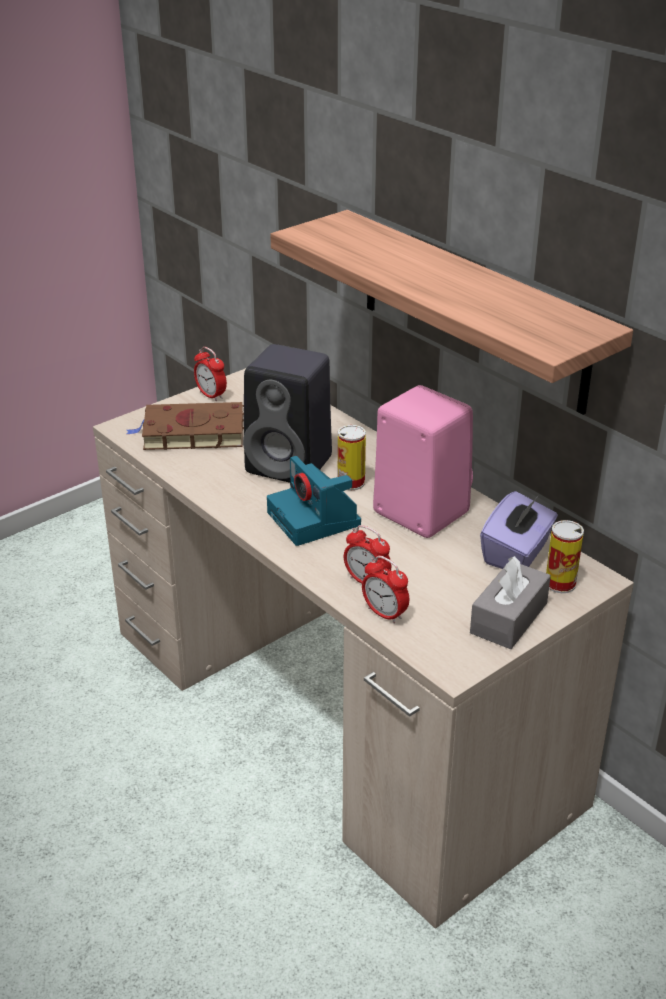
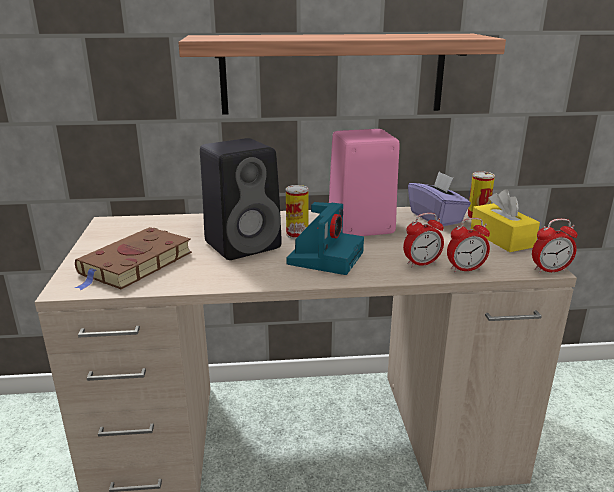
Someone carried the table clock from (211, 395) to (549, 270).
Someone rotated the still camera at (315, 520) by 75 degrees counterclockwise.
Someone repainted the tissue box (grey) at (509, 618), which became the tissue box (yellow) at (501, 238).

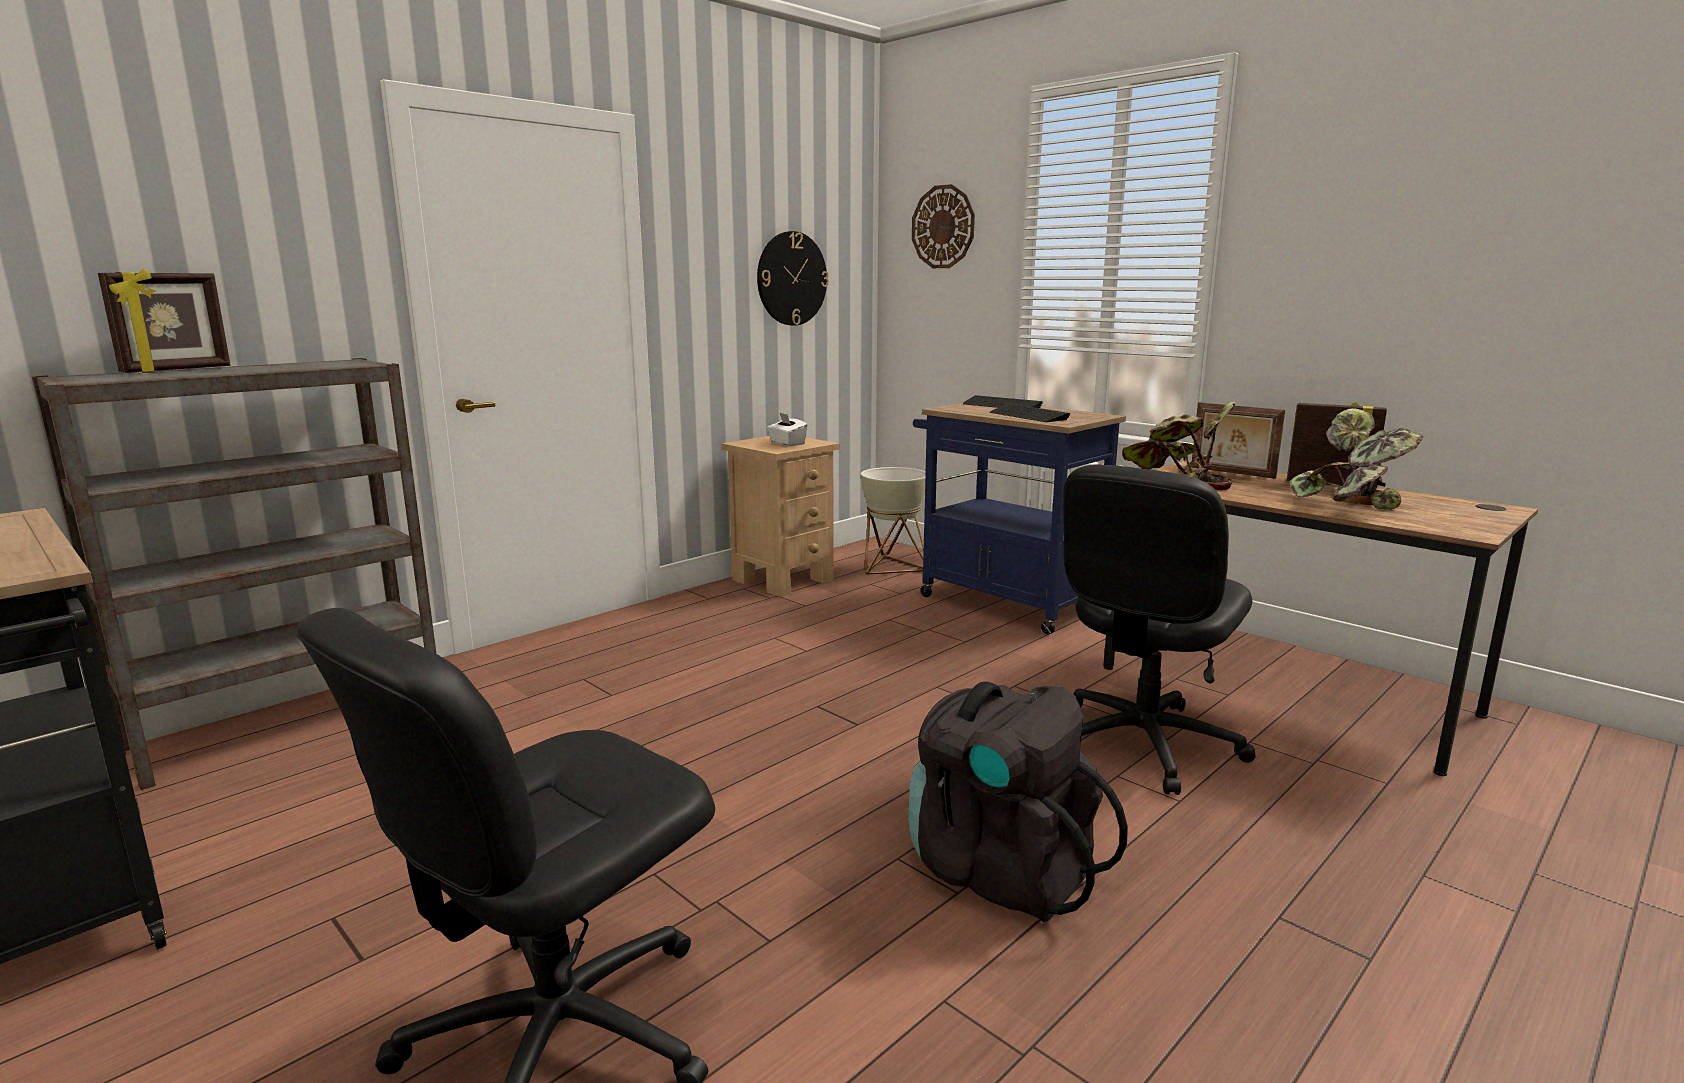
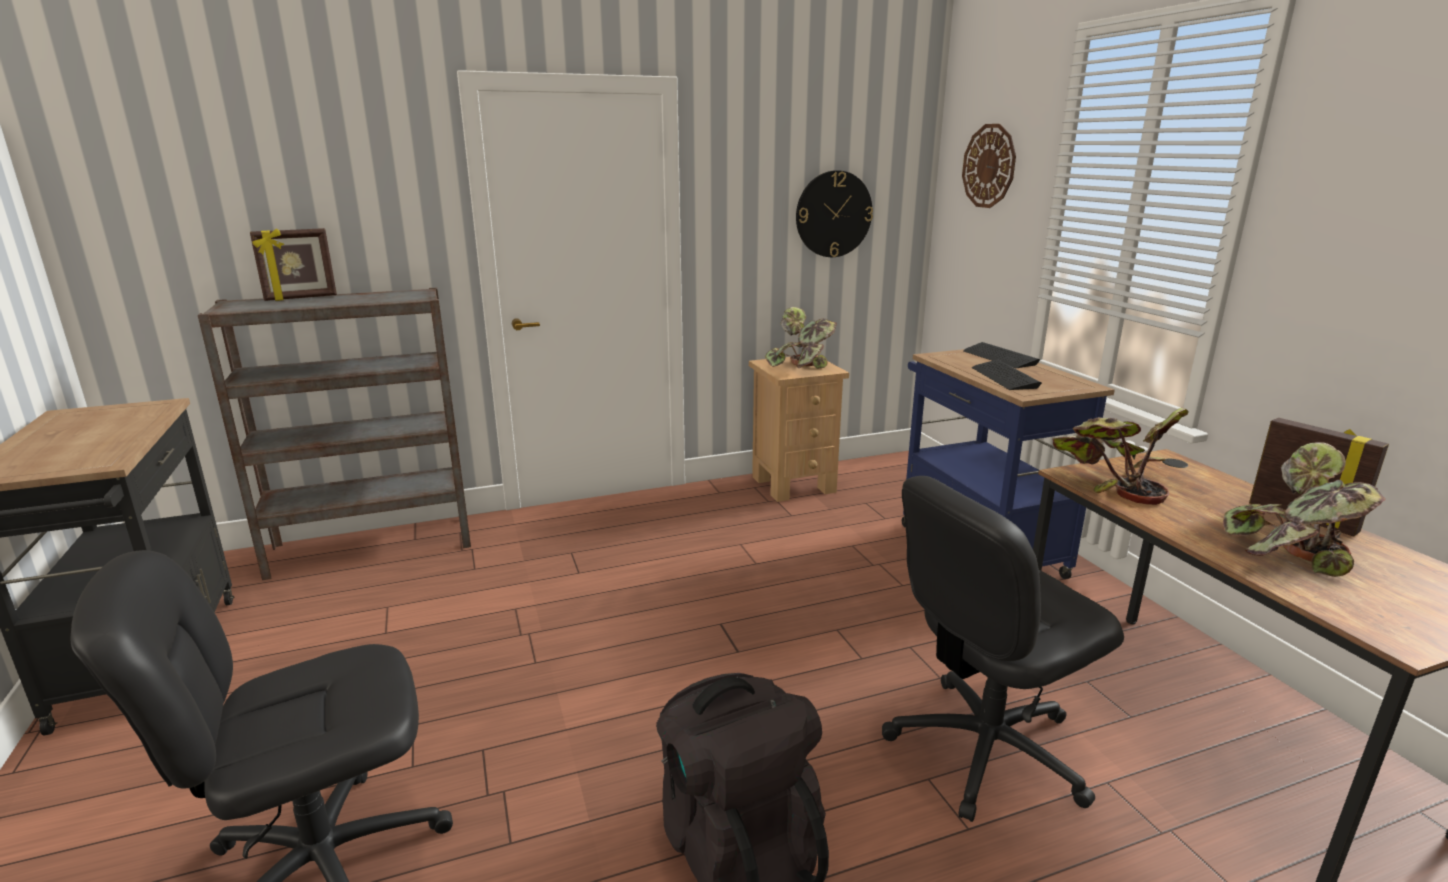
Someone took away the picture frame at (1231, 473).
Someone swapped the tissue box (white-coloured) at (787, 443) for the potted plant at (801, 368).
Someone took away the flower pot at (893, 566).

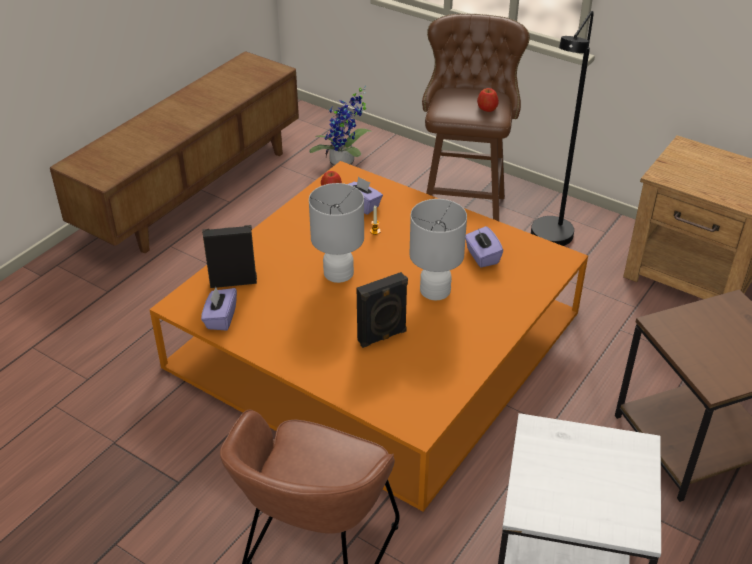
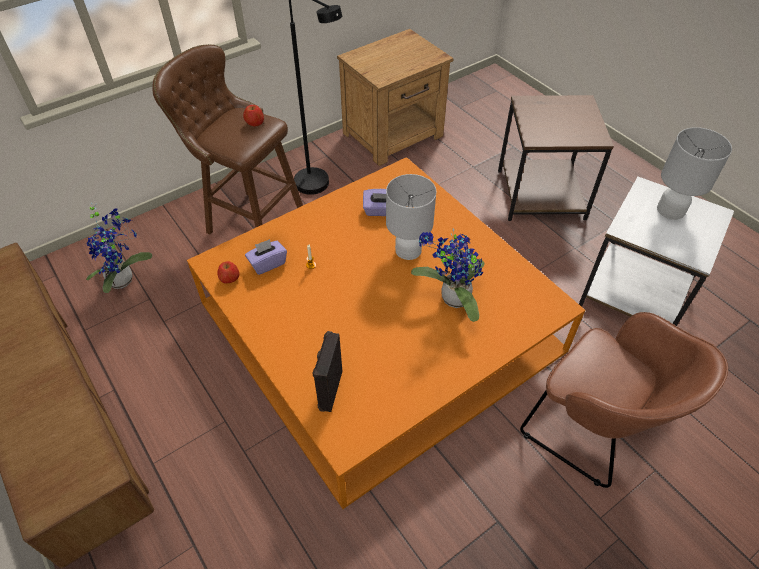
Someone carried the table lamp (grey) from (339, 273) to (671, 210).
Someone swapped the loudspeaker (blackish) at (382, 337) for the potted plant at (451, 299).
Someone took away the tissue box (purple-coloured) at (220, 318).

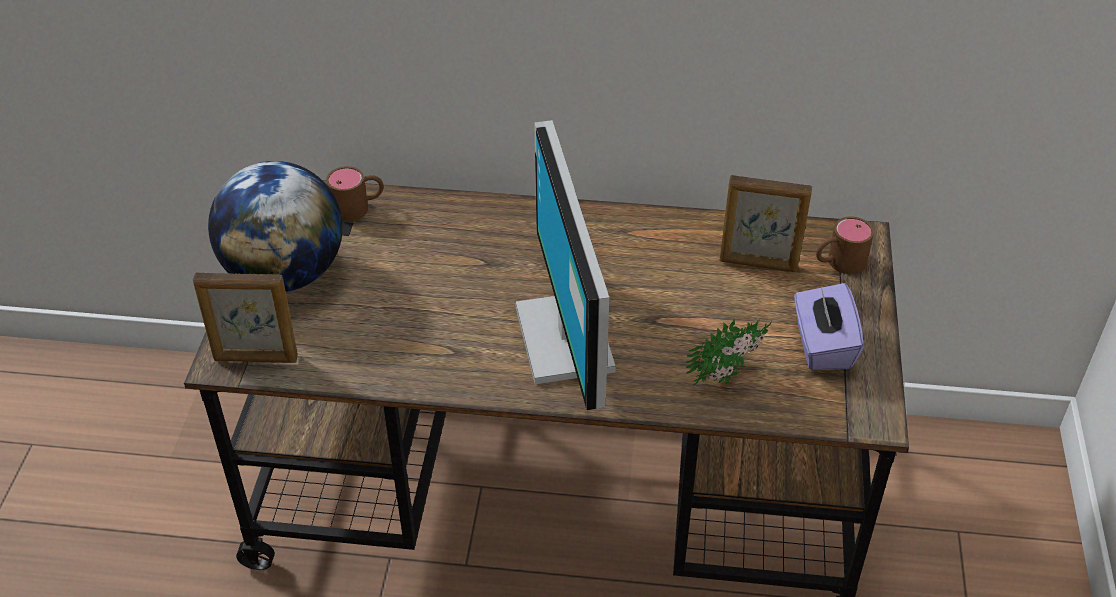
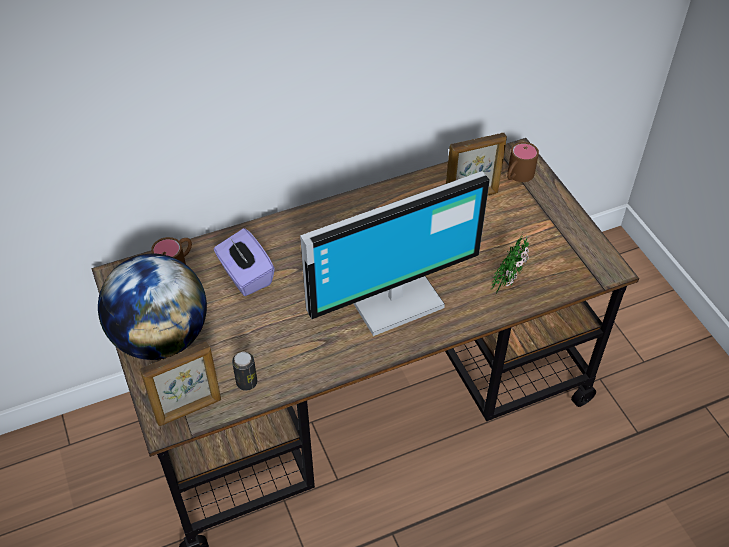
Someone rotated the computer display at (569, 338) by 75 degrees counterclockwise.
Someone carried the tissue box (purple-coloured) from (822, 346) to (245, 276).
Someone put down the can at (247, 382).

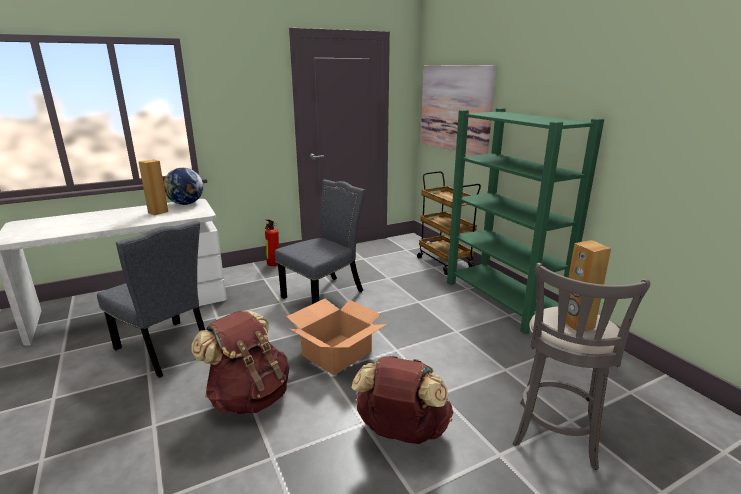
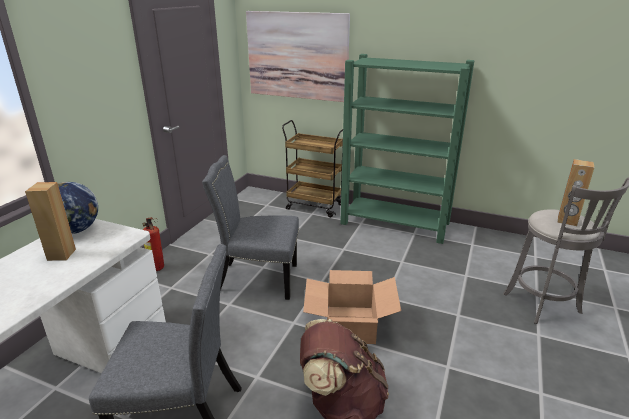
Someone rotated the upright chair (grey) at (323, 296) by 90 degrees counterclockwise.
Someone took away the knapsack (brown) at (401, 432).

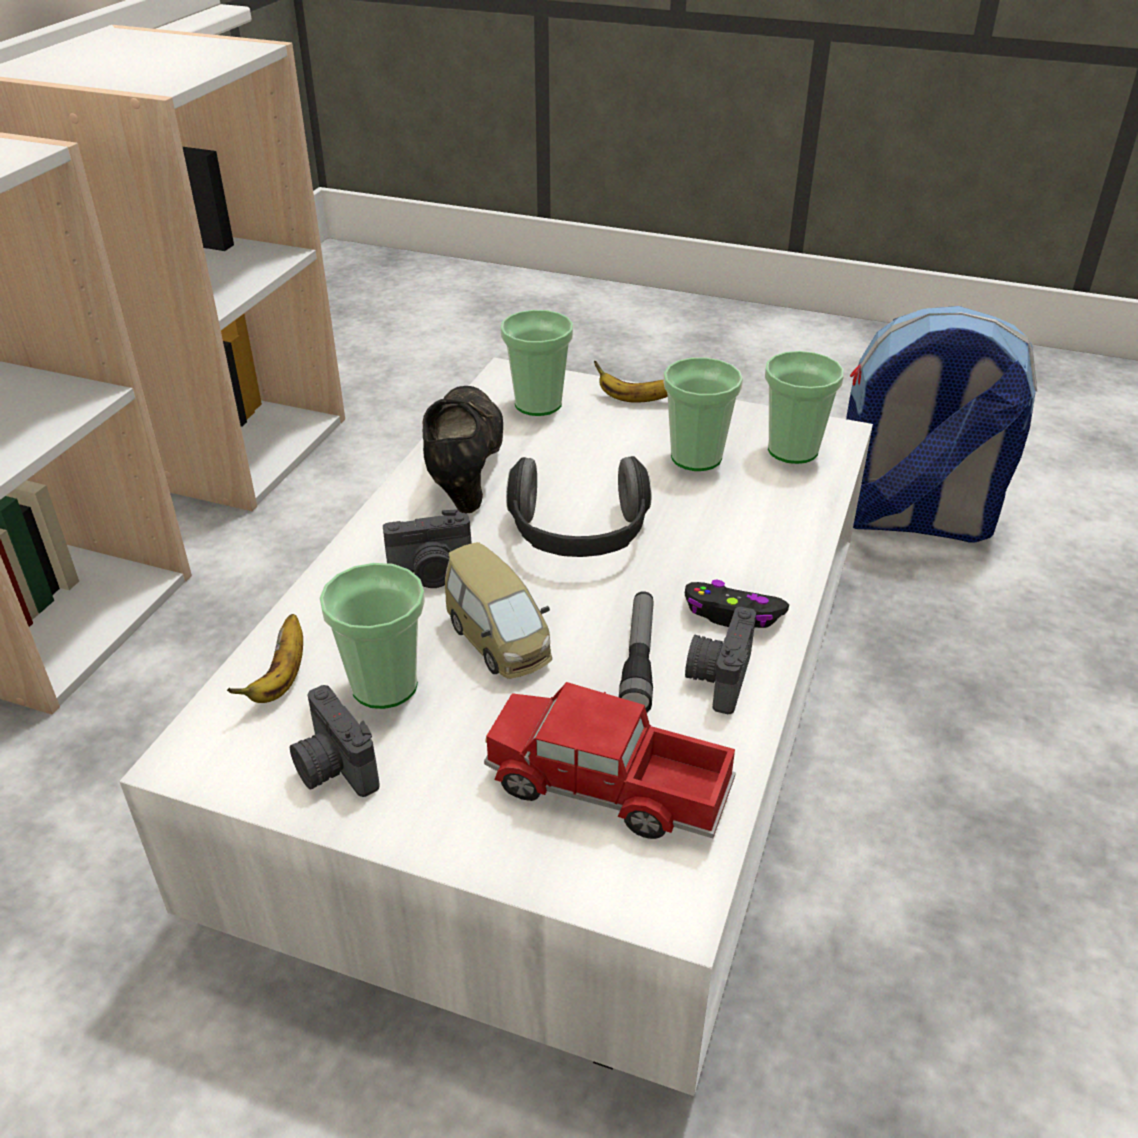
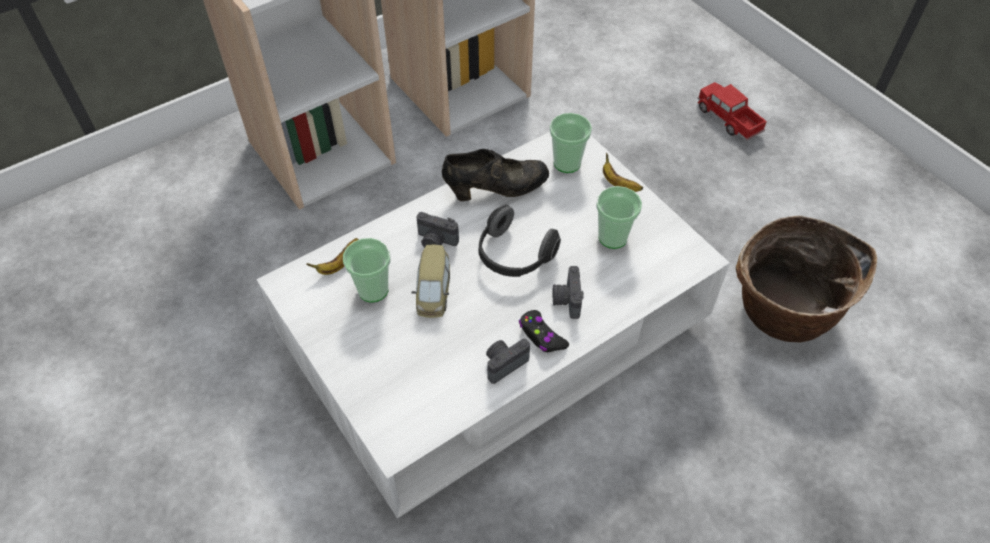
Someone swapped the knapsack at (910, 519) for the household basket at (781, 314).
Someone took away the small cup at (792, 450).
Someone rotated the shoe (blackish) at (464, 471) by 45 degrees clockwise.
Someone took away the flashlight at (638, 660).
Someone carried the toy lorry from (607, 787) to (728, 119).
Someone carried the still camera from (333, 768) to (566, 300).

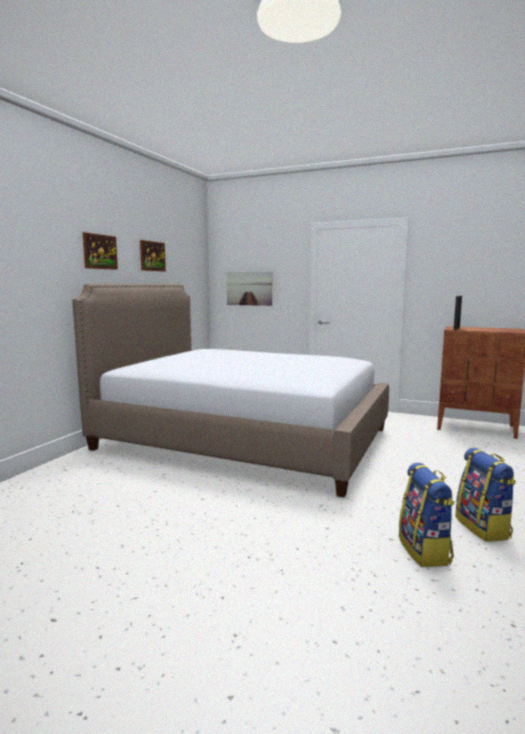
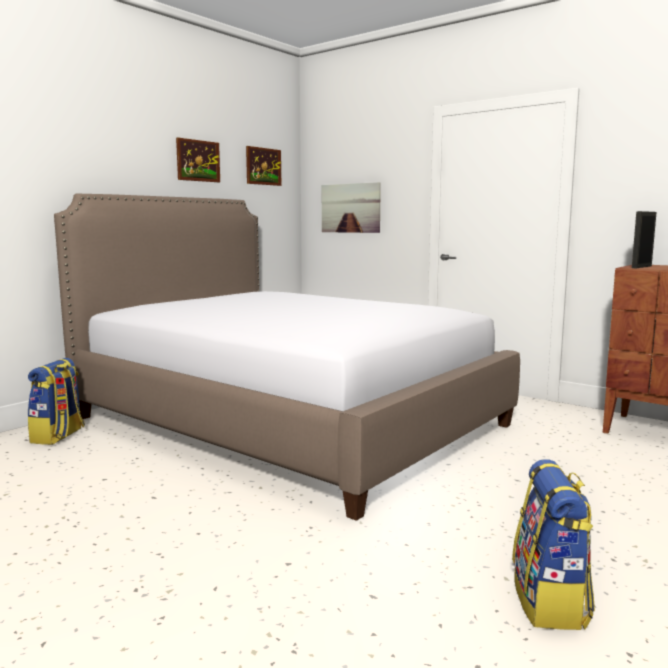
Someone carried the wall picture from (100, 251) to (263, 166).
Someone carried the knapsack from (425, 550) to (58, 436).

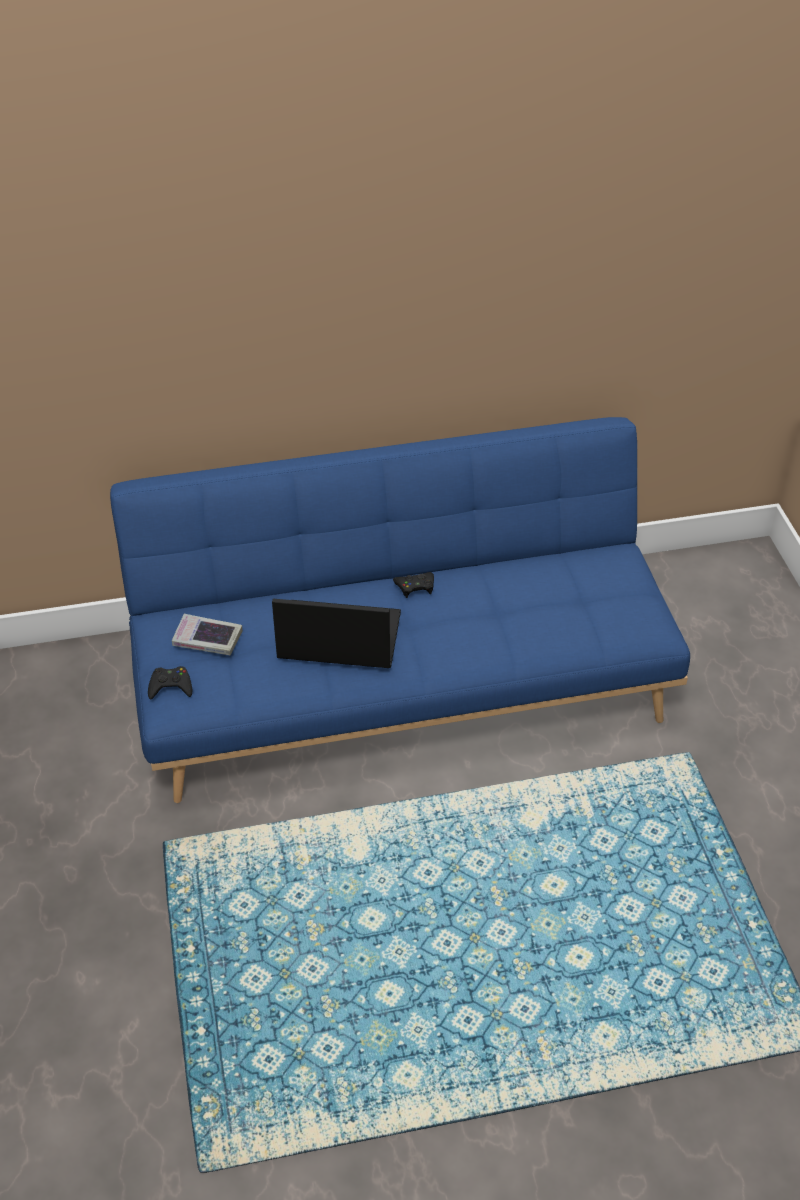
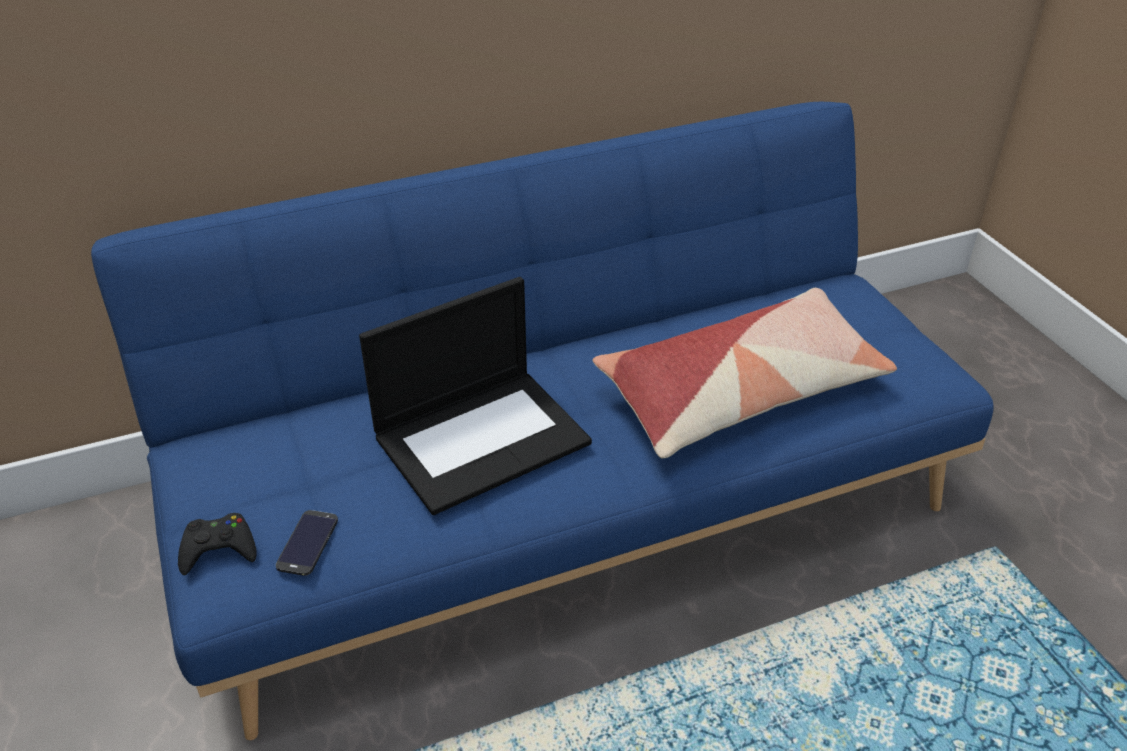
Someone took away the gamepad (blackish) at (415, 587).
Someone rotated the notebook computer at (337, 637) by 150 degrees clockwise.
Someone took away the volume at (207, 639).
Someone put down the cushion at (743, 391).
Someone put down the phone at (307, 543).

